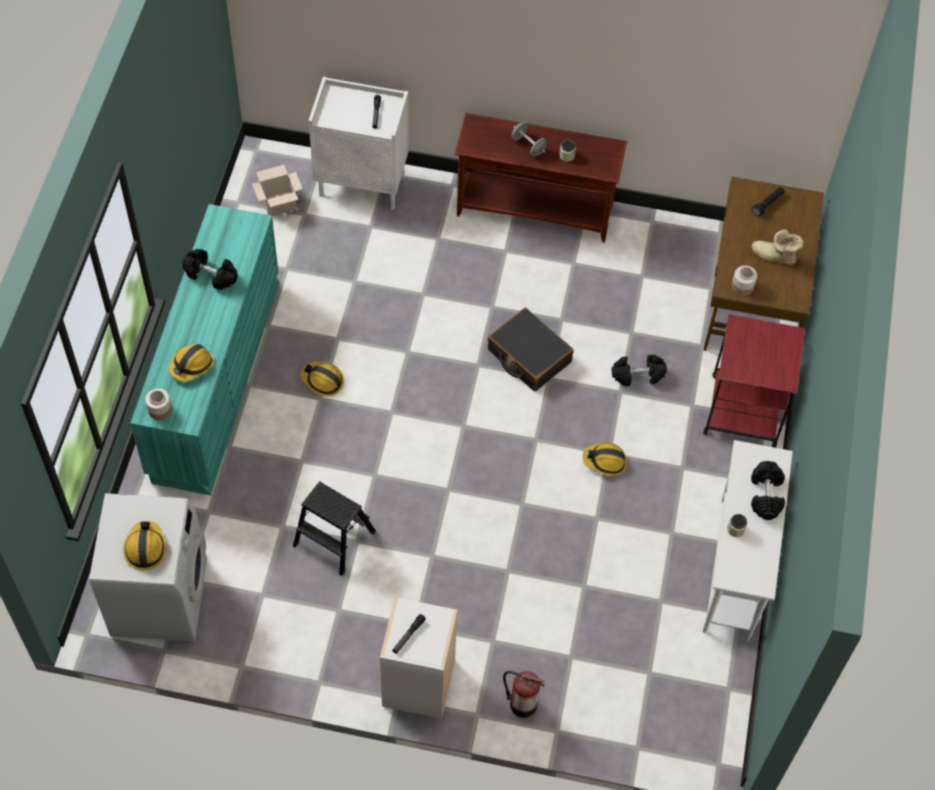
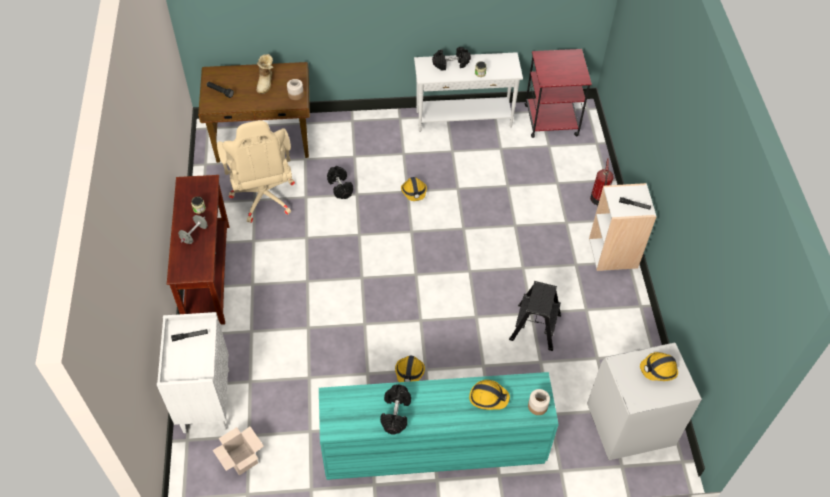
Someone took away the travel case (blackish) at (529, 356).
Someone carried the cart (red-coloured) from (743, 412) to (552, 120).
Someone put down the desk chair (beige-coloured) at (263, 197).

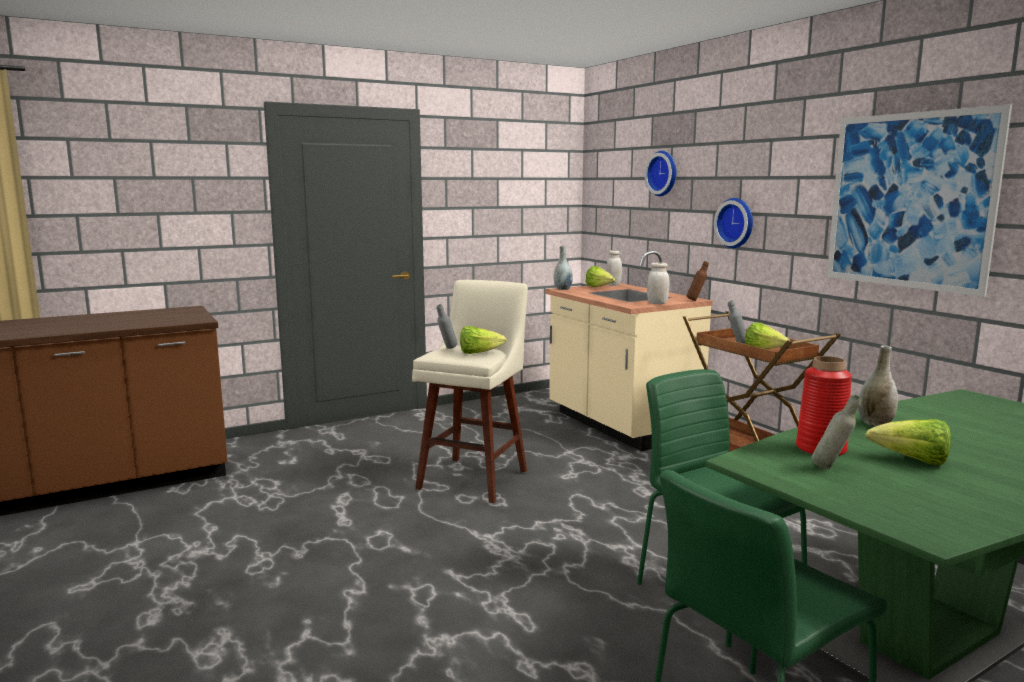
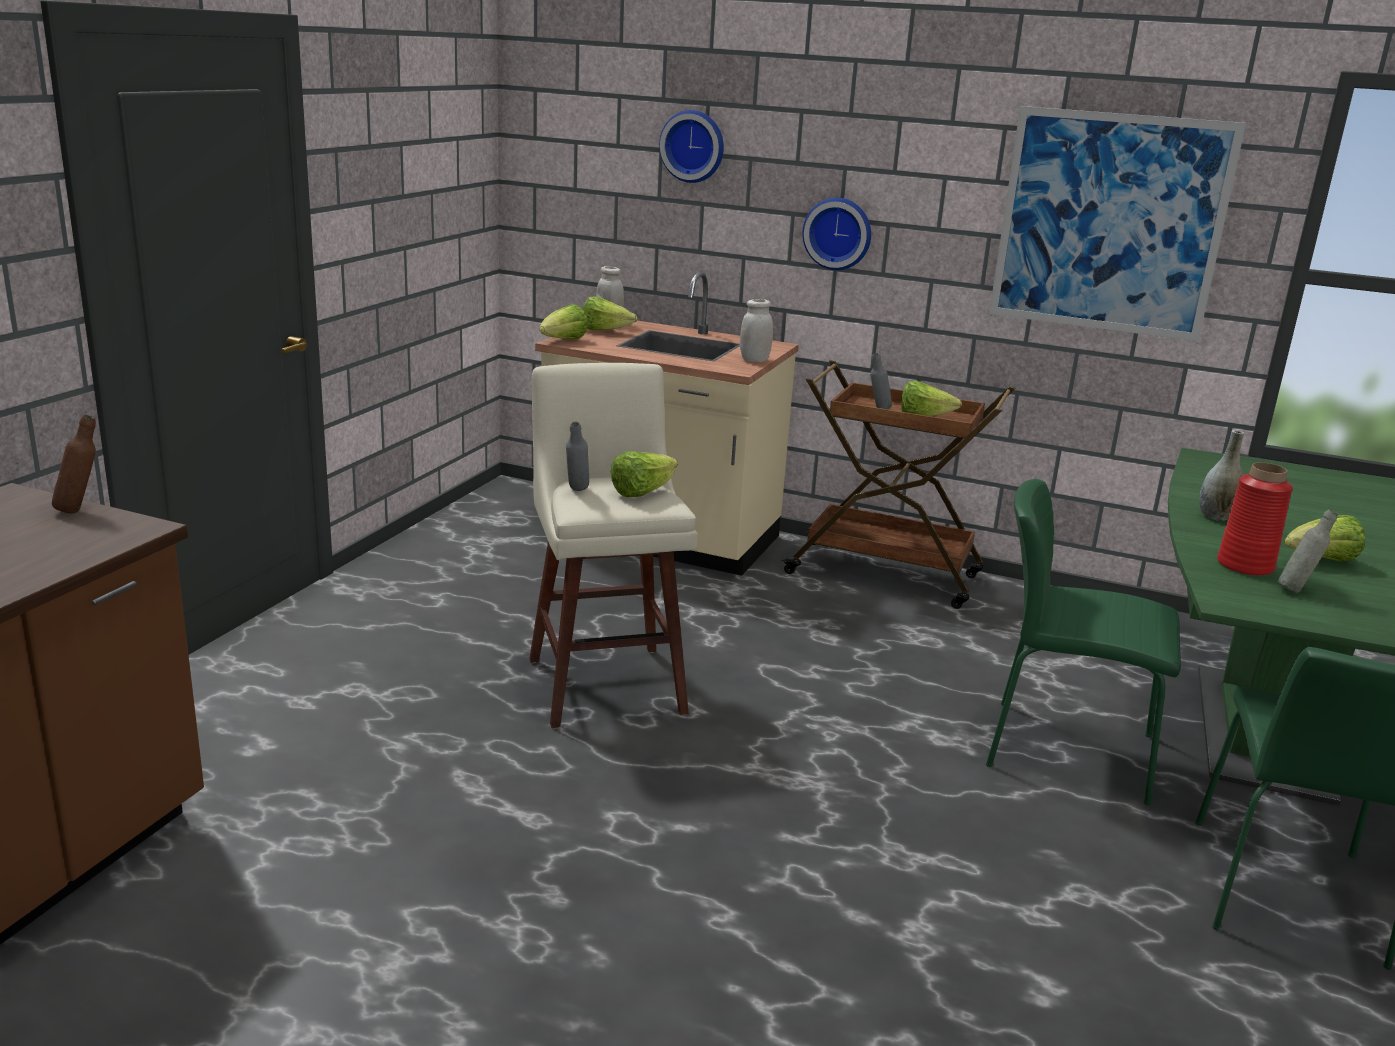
Someone swapped the vase (grey) at (562, 289) for the lettuce at (563, 341).
Someone carried the drink bottle (brown) from (696, 300) to (80, 510).

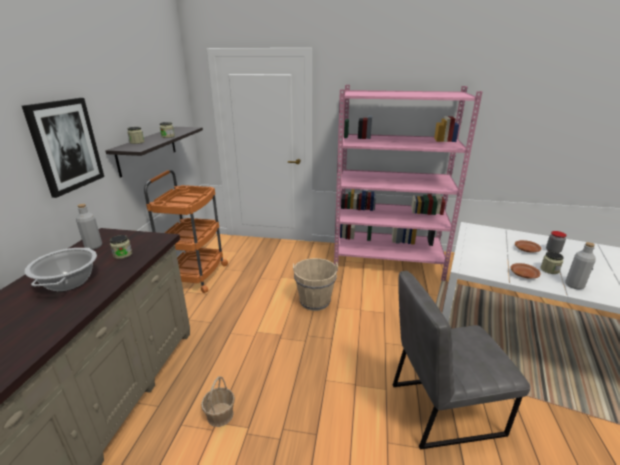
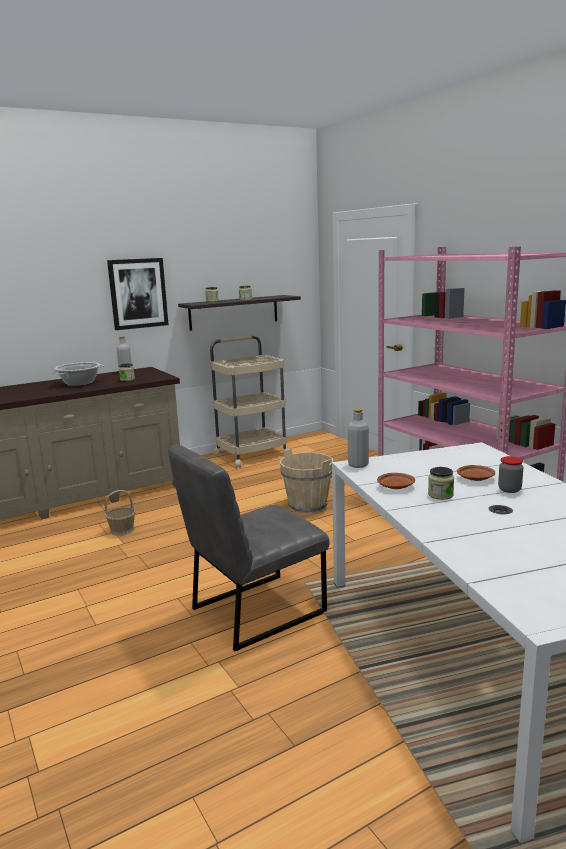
Someone repainted the cart (orange-coloured) at (196, 276), which became the cart (beige-coloured) at (252, 455).
Someone carried the drink bottle (grey) from (574, 285) to (358, 465).
Someone rotated the upright chair (grey) at (442, 408) by 75 degrees counterclockwise.

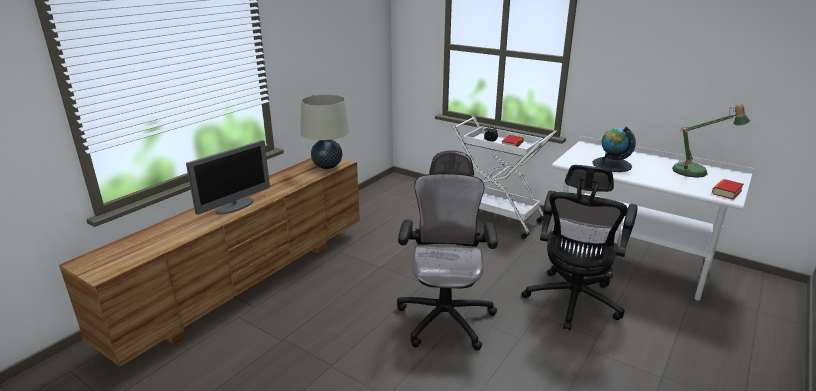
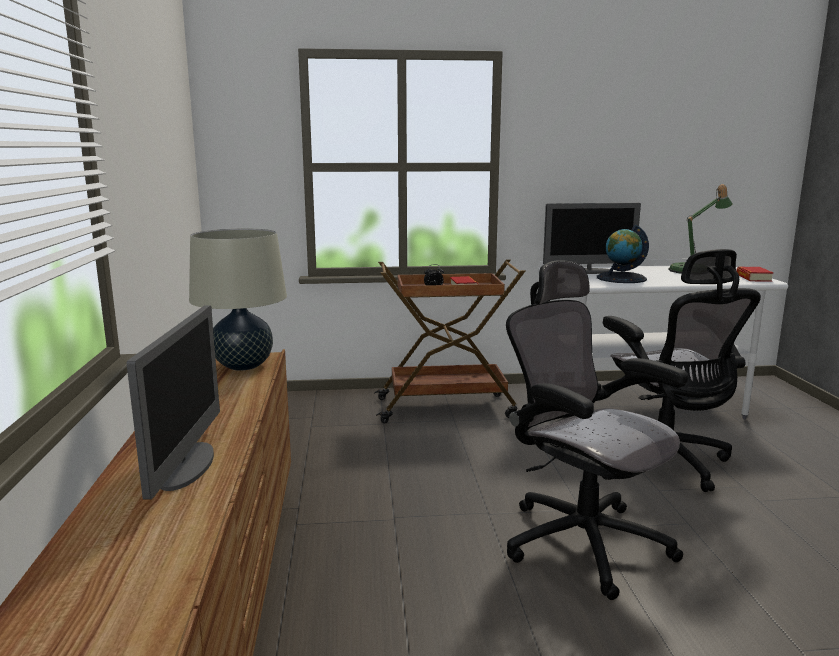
Someone repainted the cart (white-coloured) at (495, 219), which became the cart (brown) at (445, 408).
Someone put down the computer display at (588, 272).

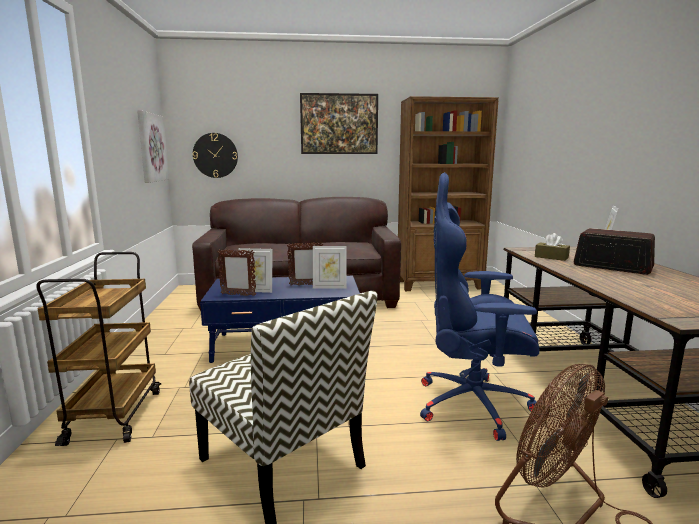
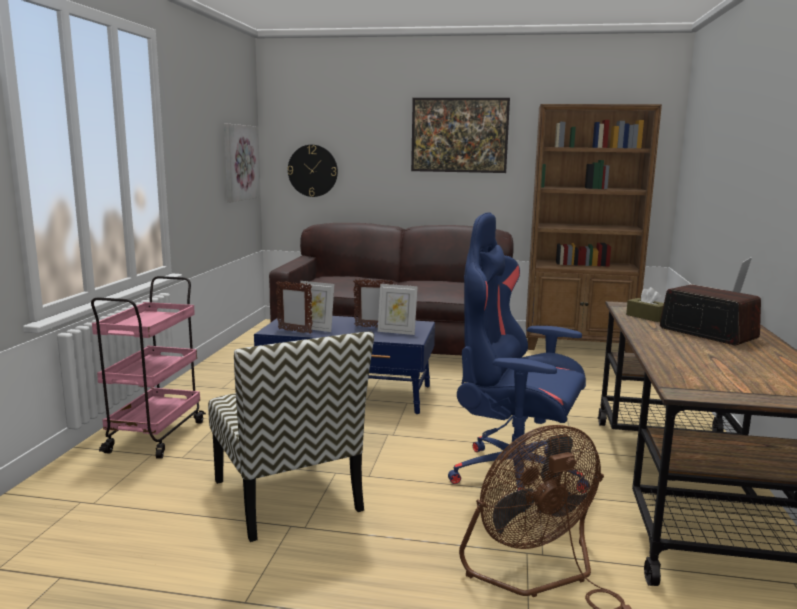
Someone repainted the cart (brown) at (115, 416), which became the cart (pinkish) at (156, 436).

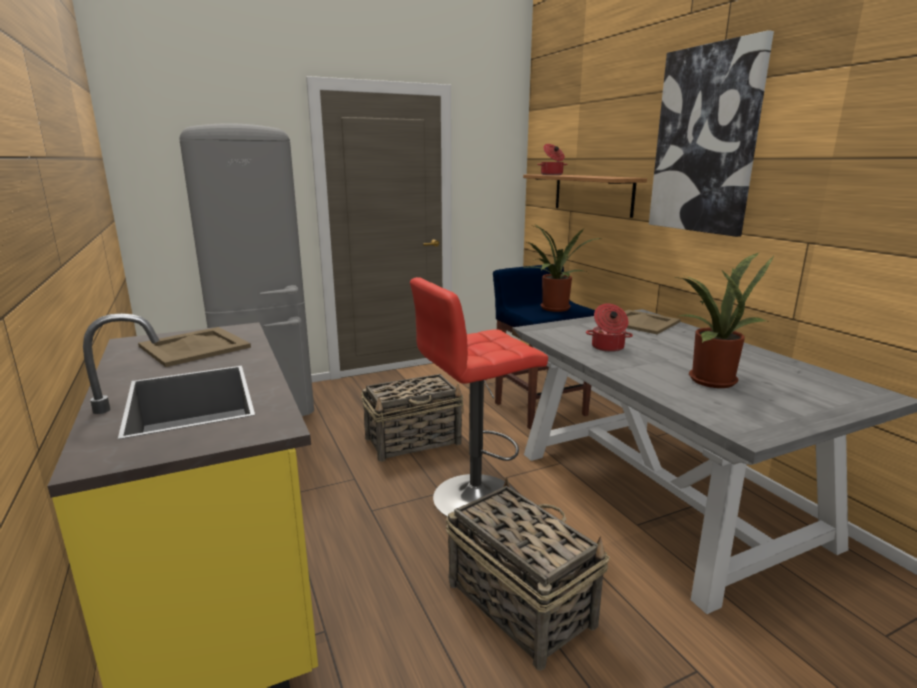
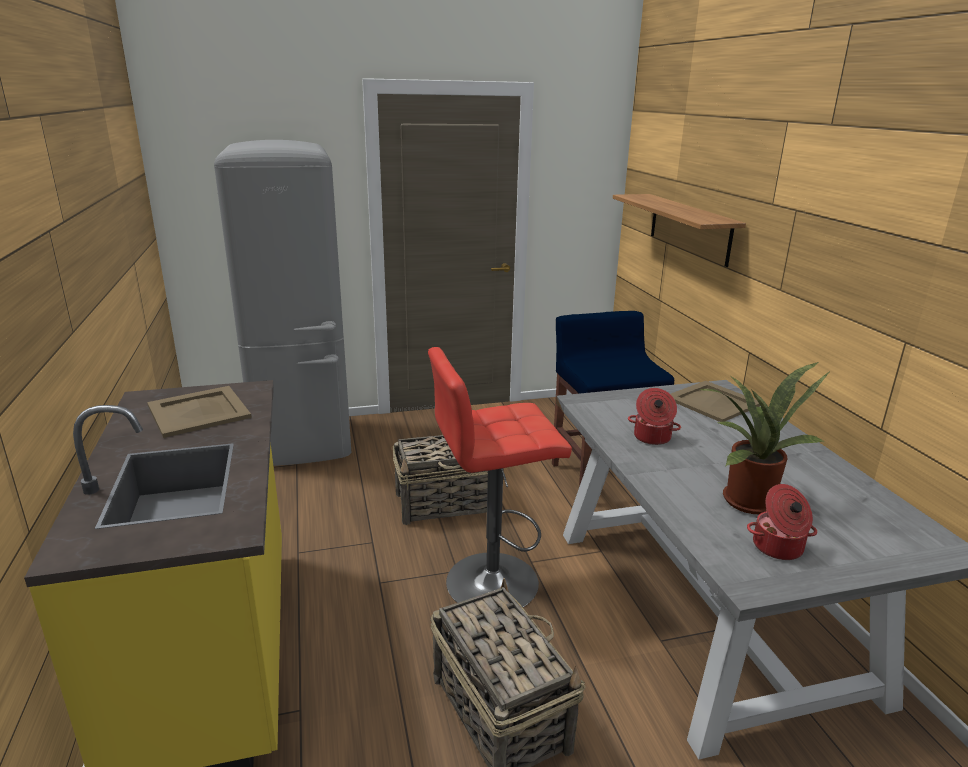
Someone took away the wall picture at (705, 141).
Someone carried the stockpot from (552, 174) to (778, 548).
Someone took away the potted plant at (554, 309).

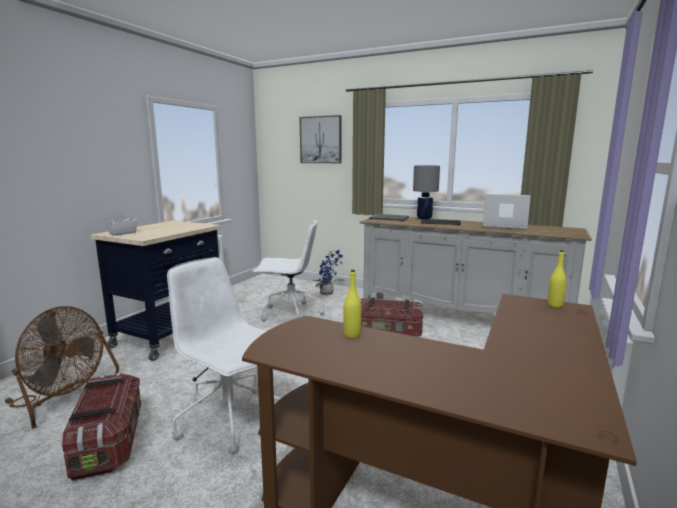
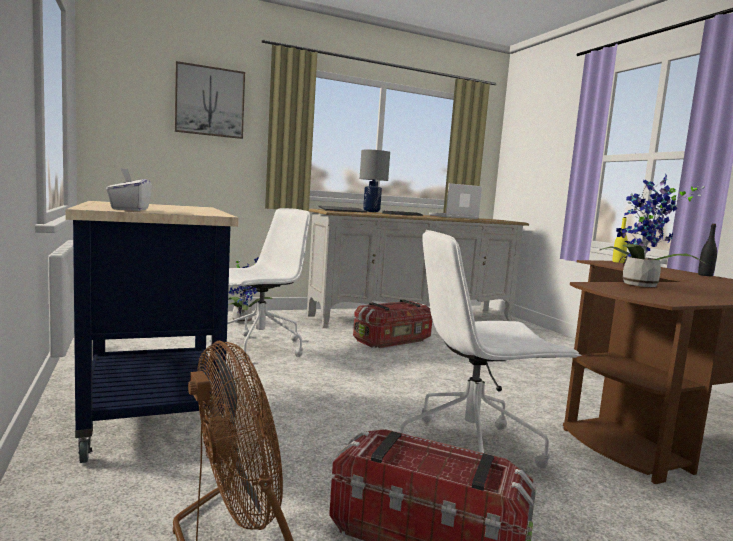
Someone swapped the drink bottle (yellow) at (352, 335) for the potted plant at (640, 286).
Someone put down the drink bottle (blackish) at (705, 275).

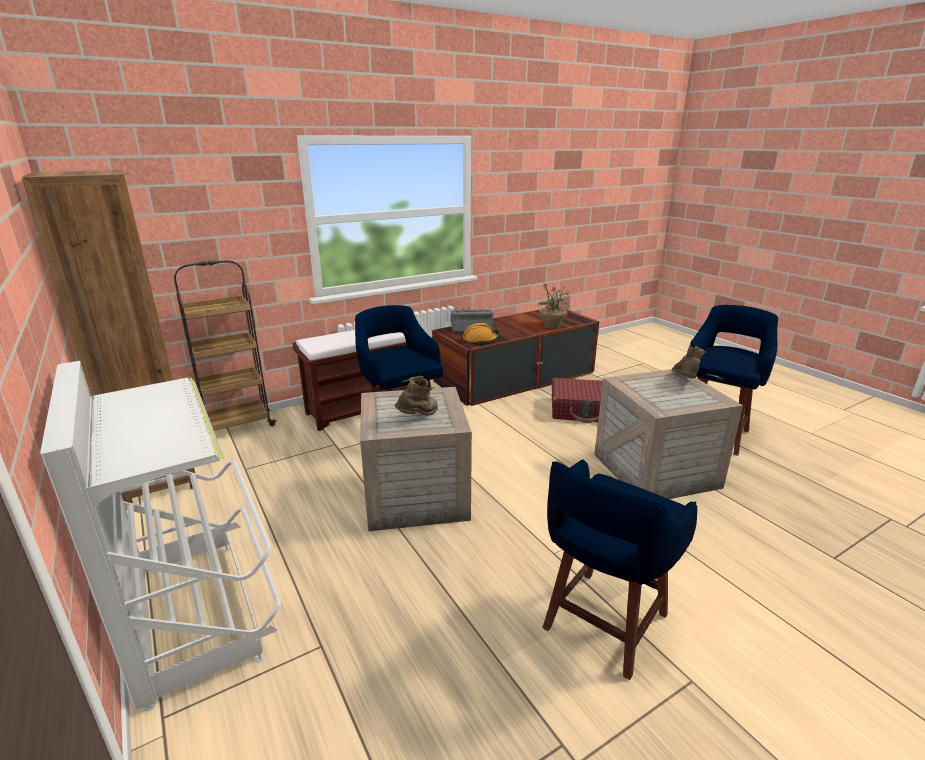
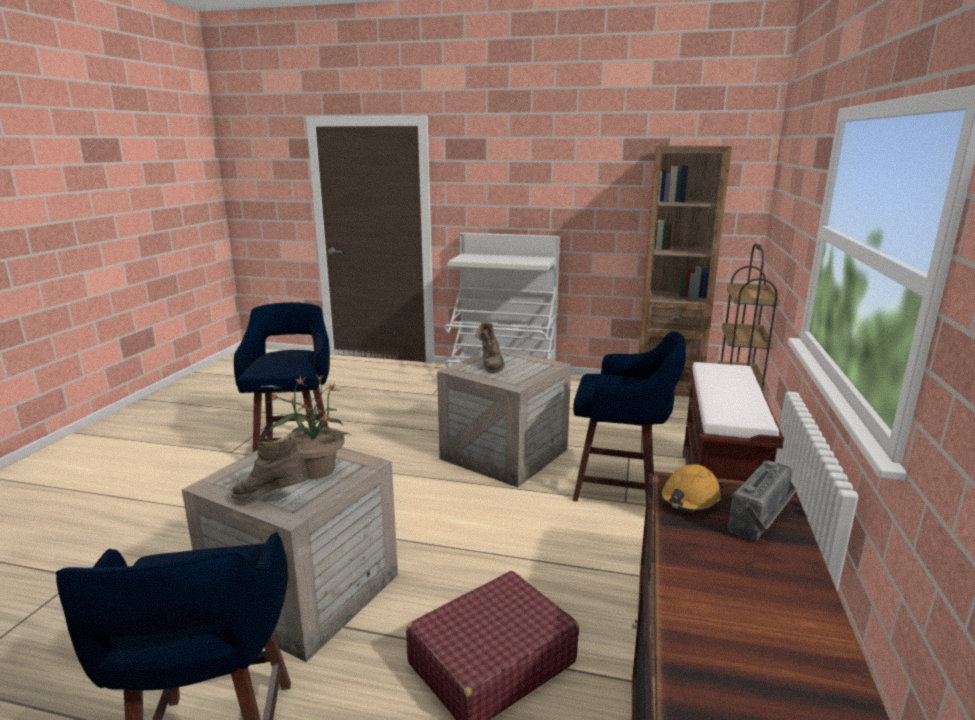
Someone carried the potted plant from (552, 326) to (315, 469).
Someone rotated the high-top boot (brown) at (684, 381) by 135 degrees clockwise.

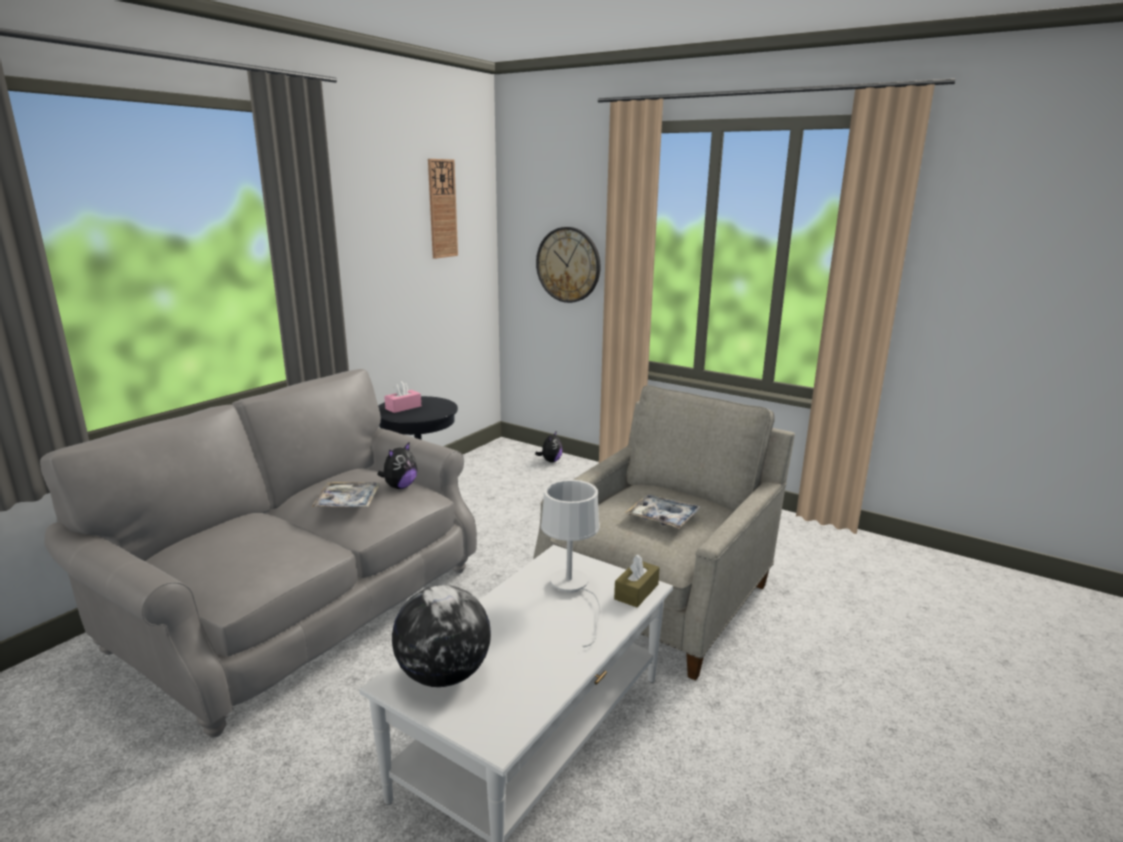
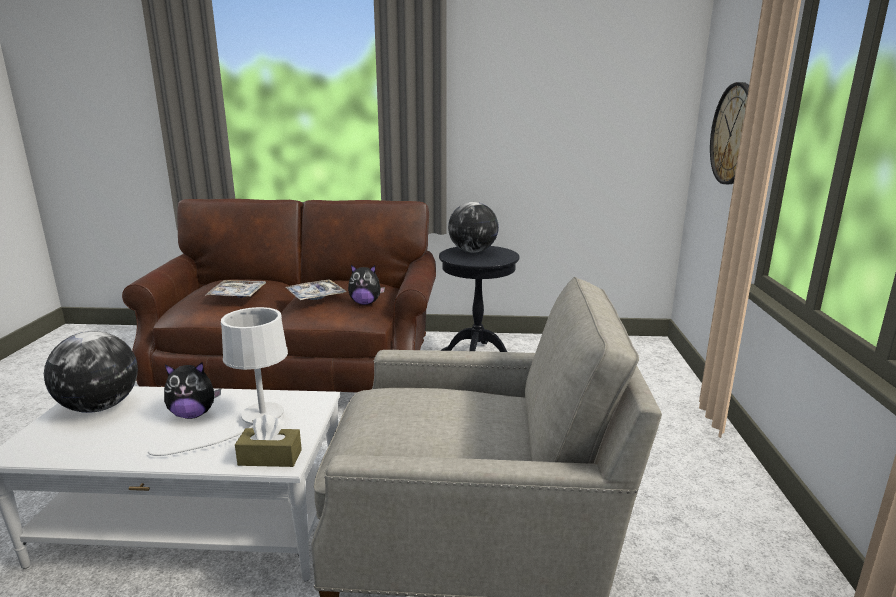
Someone took away the wall clock at (442, 209).
Someone repainted the settee (grey) at (302, 608), which became the settee (brown) at (300, 370).
Someone swapped the tissue box (pinkish) at (403, 407) for the globe at (472, 251).
Someone carried the cuddly toy from (550, 461) to (193, 414).
Someone carried the serving tray from (663, 517) to (237, 294).

